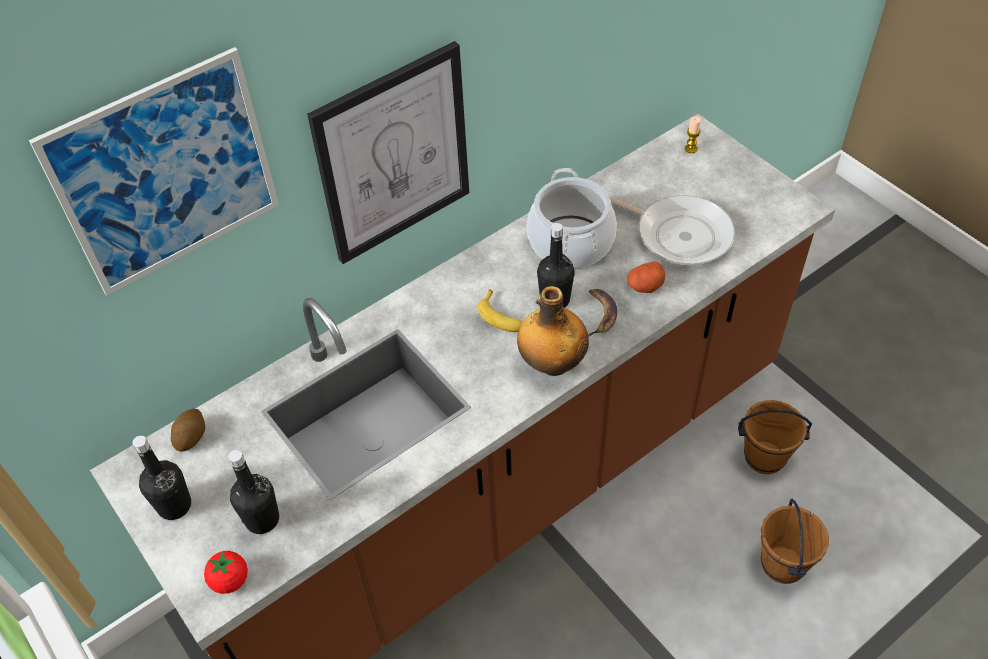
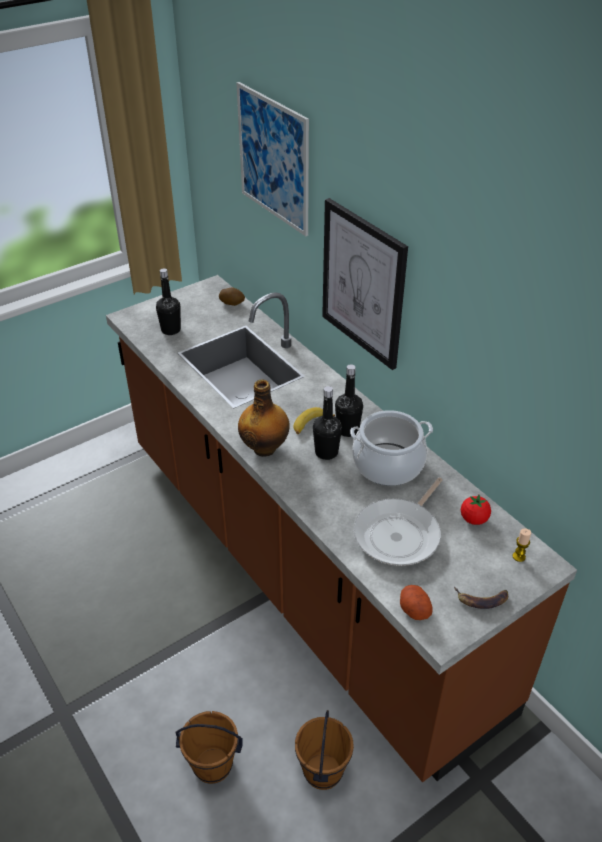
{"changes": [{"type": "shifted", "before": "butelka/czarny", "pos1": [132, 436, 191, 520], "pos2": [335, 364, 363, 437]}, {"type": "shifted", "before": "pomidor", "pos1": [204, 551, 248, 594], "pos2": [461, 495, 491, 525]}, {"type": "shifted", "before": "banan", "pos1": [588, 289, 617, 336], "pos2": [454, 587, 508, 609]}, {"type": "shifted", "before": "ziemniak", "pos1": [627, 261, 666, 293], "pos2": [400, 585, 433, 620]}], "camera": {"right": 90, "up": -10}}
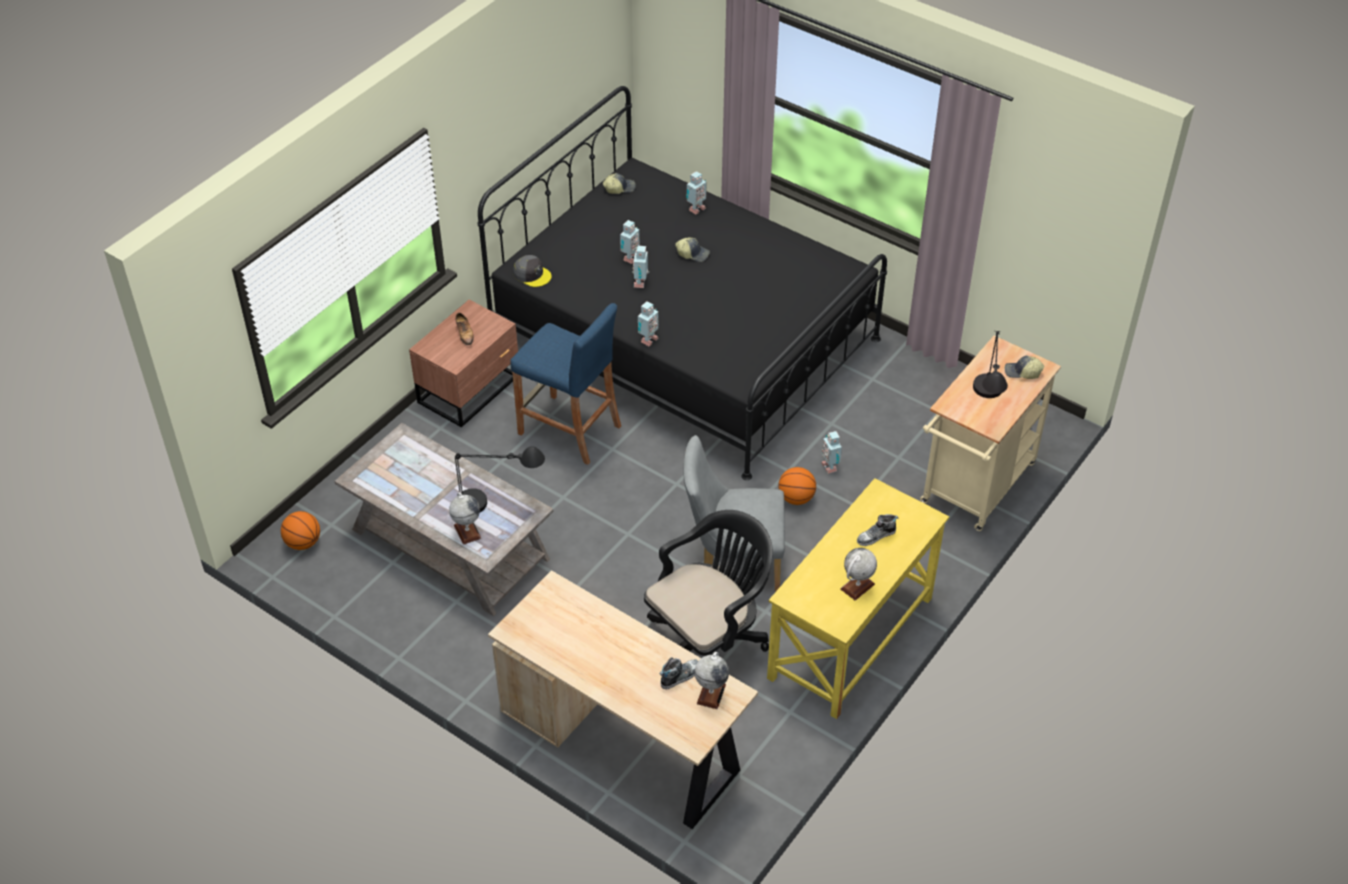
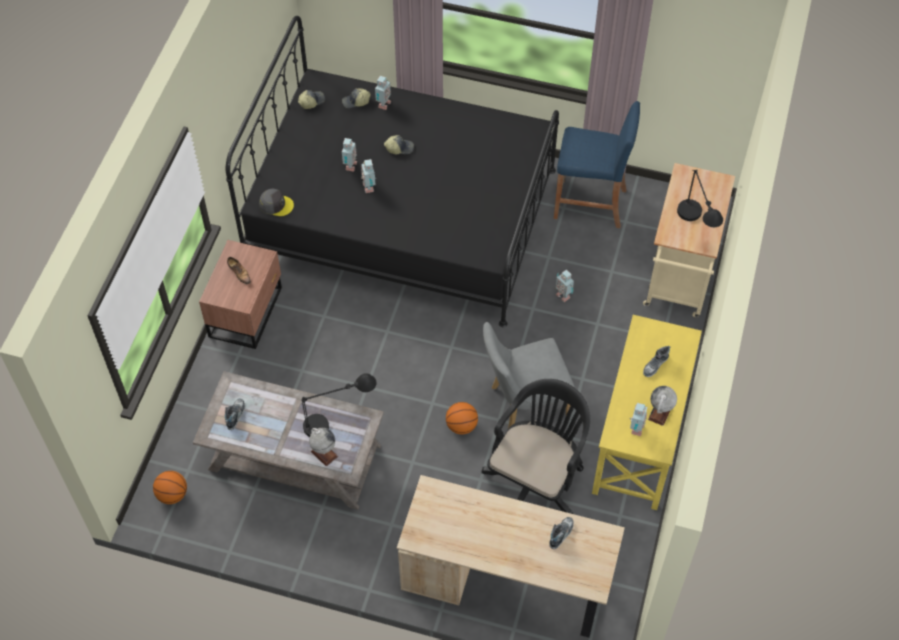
{"changes": [{"type": "shifted", "before": "stołek/niebieski", "pos1": [510, 303, 621, 465], "pos2": [554, 101, 640, 228]}, {"type": "shifted", "before": "robot zabawkowy", "pos1": [638, 301, 659, 346], "pos2": [630, 403, 647, 436]}, {"type": "gone", "before": "globus", "pos1": [695, 652, 729, 709]}, {"type": "shifted", "before": "piłka do koszykówki", "pos1": [778, 467, 816, 505], "pos2": [446, 402, 478, 434]}, {"type": "shifted", "before": "czapka z daszkiem", "pos1": [1005, 355, 1044, 379], "pos2": [342, 88, 371, 108]}, {"type": "new", "after": "but", "pos2": [225, 399, 245, 430]}], "camera": {"right": -20, "up": 10}}
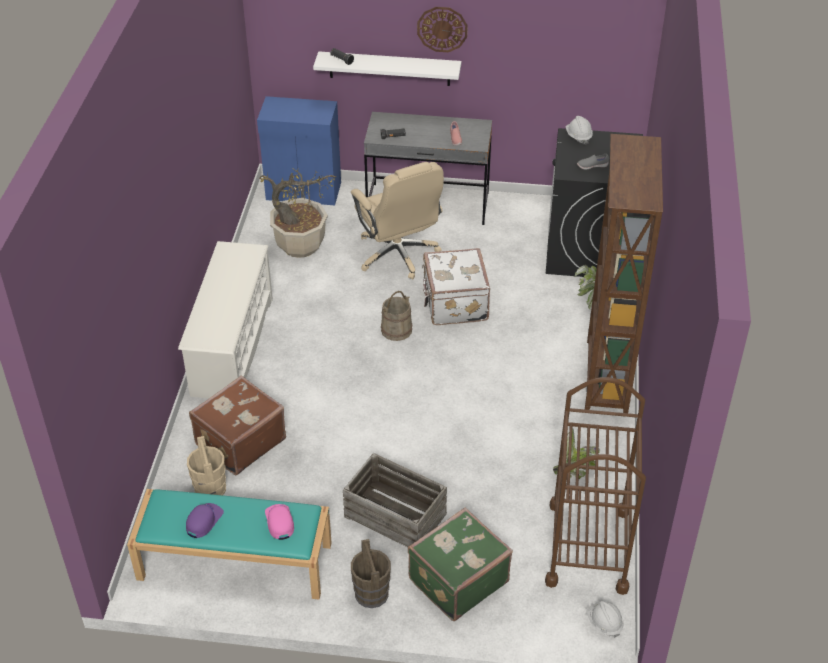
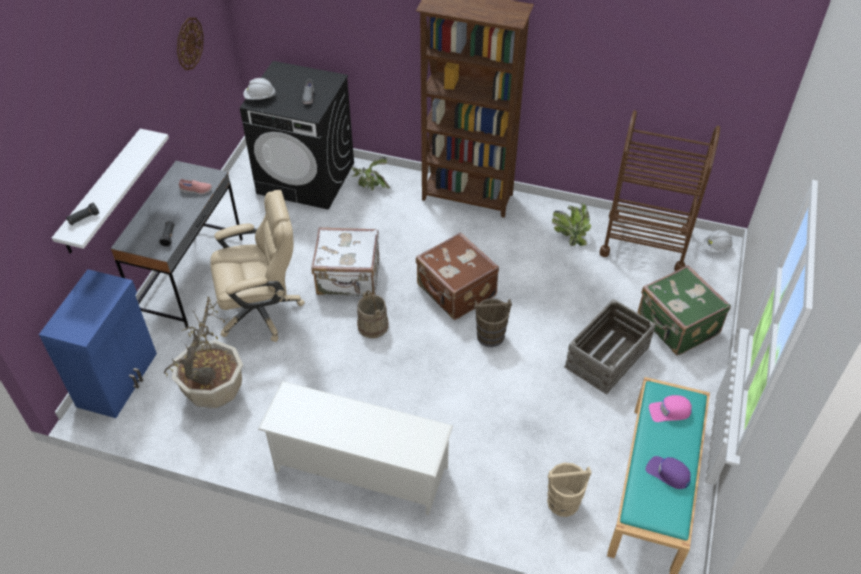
{"changes": [{"type": "shifted", "before": "walizka/brązowy", "pos1": [189, 376, 286, 475], "pos2": [416, 232, 499, 320]}, {"type": "shifted", "before": "wiadro/brązowy", "pos1": [351, 539, 391, 608], "pos2": [474, 298, 512, 347]}, {"type": "shifted", "before": "zegar ścienny", "pos1": [417, 7, 468, 52], "pos2": [177, 17, 204, 70]}], "camera": {"right": -80, "up": 5}}
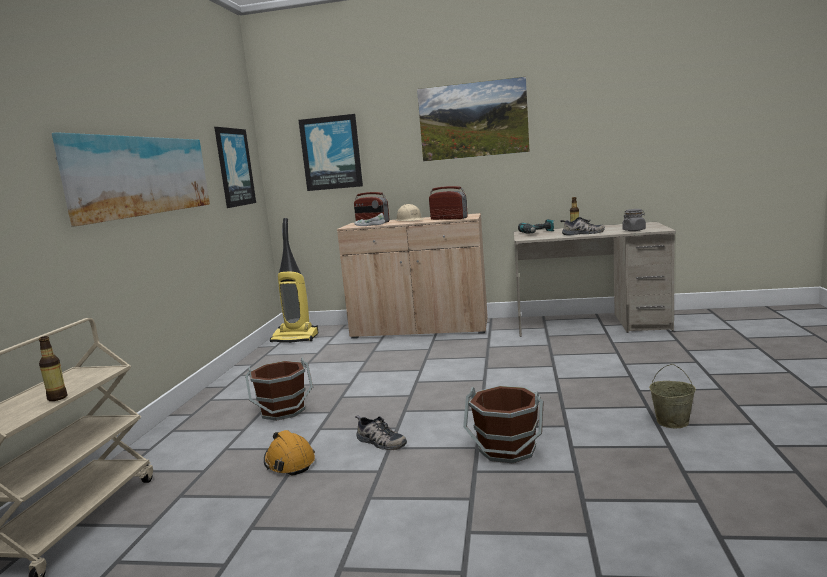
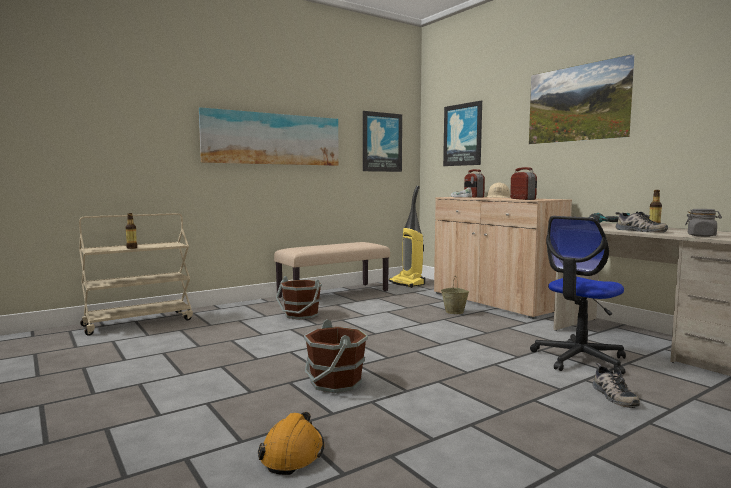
{"changes": [{"type": "shifted", "before": "kask/pomarańczowy", "pos1": [264, 430, 315, 476], "pos2": [258, 412, 324, 475]}, {"type": "shifted", "before": "but", "pos1": [355, 415, 407, 450], "pos2": [593, 363, 640, 408]}, {"type": "shifted", "before": "wiadro/beżowy", "pos1": [649, 364, 696, 428], "pos2": [441, 275, 469, 314]}, {"type": "new", "after": "ławka/beżowy", "pos2": [274, 242, 390, 298]}, {"type": "new", "after": "krzesło biurowe", "pos2": [530, 216, 626, 374]}], "camera": {"right": 45, "up": -5}}
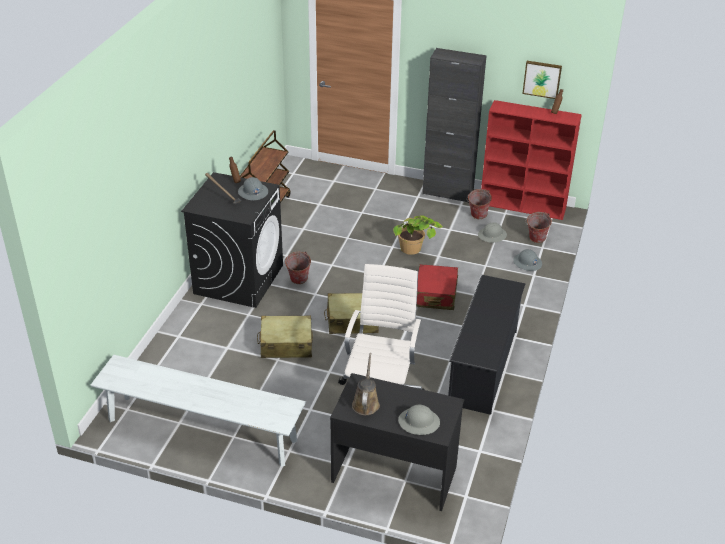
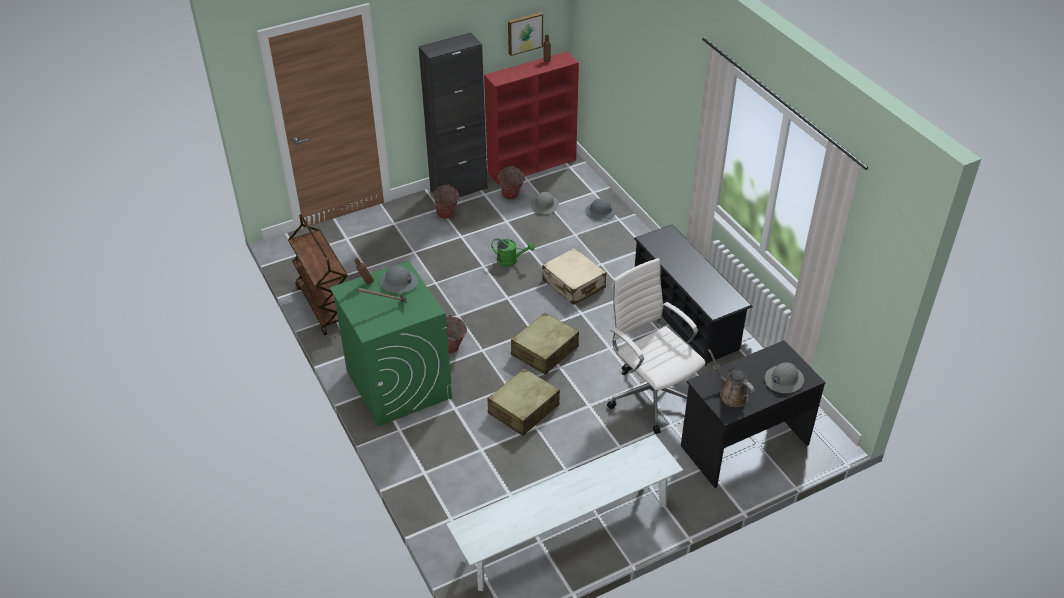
{"changes": [{"type": "repainted", "before": "pralka/czarny", "after": "pralka/zielony", "pos1": [181, 172, 283, 308], "pos2": [330, 261, 452, 426]}, {"type": "swapped", "before": "roślina doniczkowa", "after": "konewka/zielony", "pos1": [393, 215, 443, 255], "pos2": [491, 239, 534, 267]}, {"type": "repainted", "before": "walizka/czerwony", "after": "walizka/beżowy", "pos1": [417, 264, 458, 310], "pos2": [542, 248, 606, 305]}, {"type": "shifted", "before": "wiadro", "pos1": [526, 212, 552, 243], "pos2": [432, 184, 459, 219]}], "camera": {"right": -45, "up": 5}}
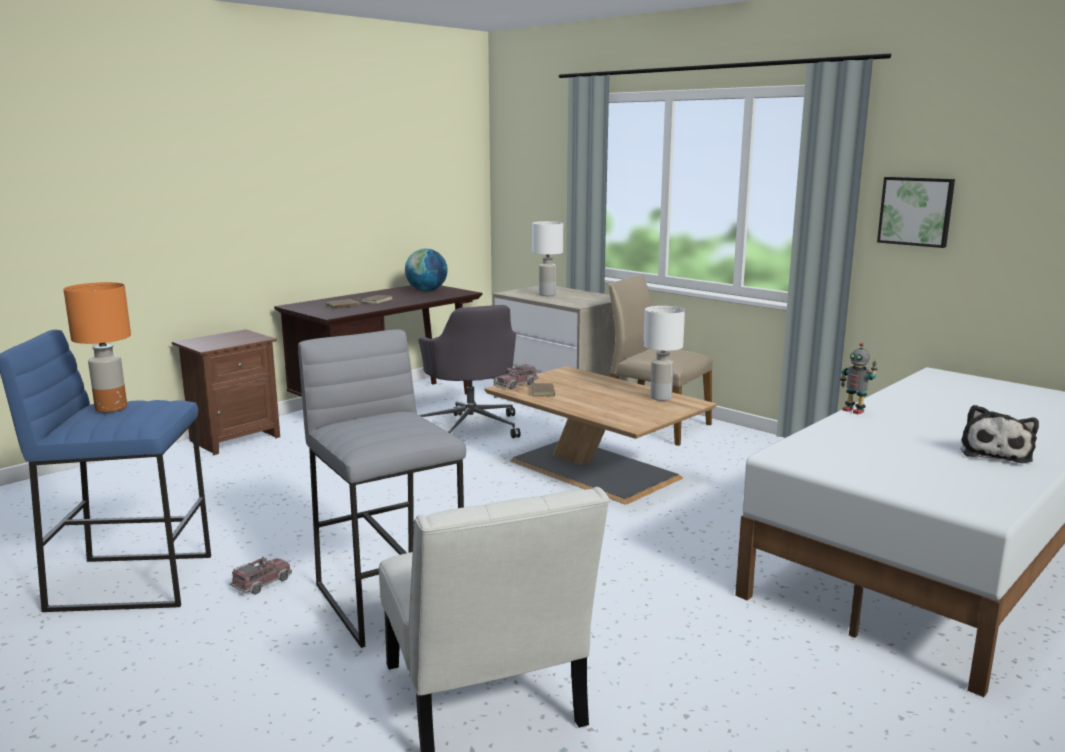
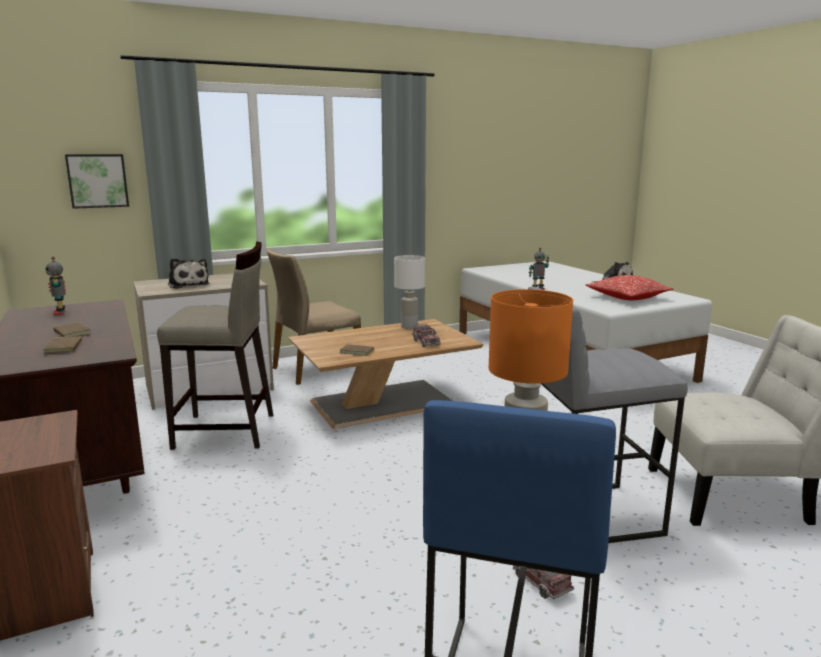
{"changes": [{"type": "swapped", "before": "globus", "after": "robot zabawkowy", "pos1": [405, 249, 448, 291], "pos2": [45, 257, 66, 315]}, {"type": "swapped", "before": "krzesło biurowe/szary", "after": "stołek/beżowy", "pos1": [418, 305, 521, 438], "pos2": [157, 241, 273, 450]}, {"type": "shifted", "before": "ciężarówka zabawkowa", "pos1": [496, 364, 538, 389], "pos2": [412, 324, 441, 347]}, {"type": "swapped", "before": "lampa stołowa/biały", "after": "pluszak", "pos1": [532, 221, 563, 296], "pos2": [168, 258, 209, 289]}, {"type": "shifted", "before": "obraz", "pos1": [877, 177, 955, 248], "pos2": [65, 154, 129, 209]}, {"type": "new", "after": "poduszka", "pos2": [586, 275, 673, 300]}], "camera": {"right": -70, "up": 0}}
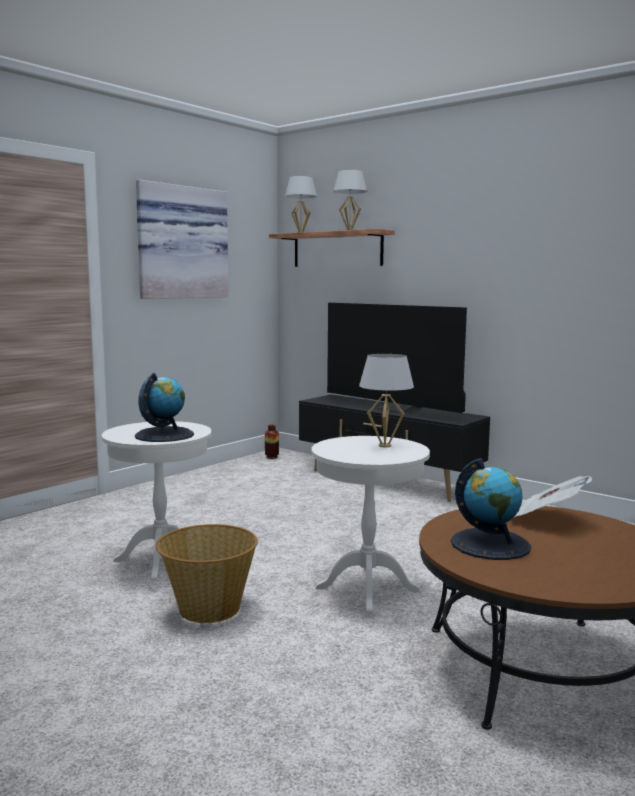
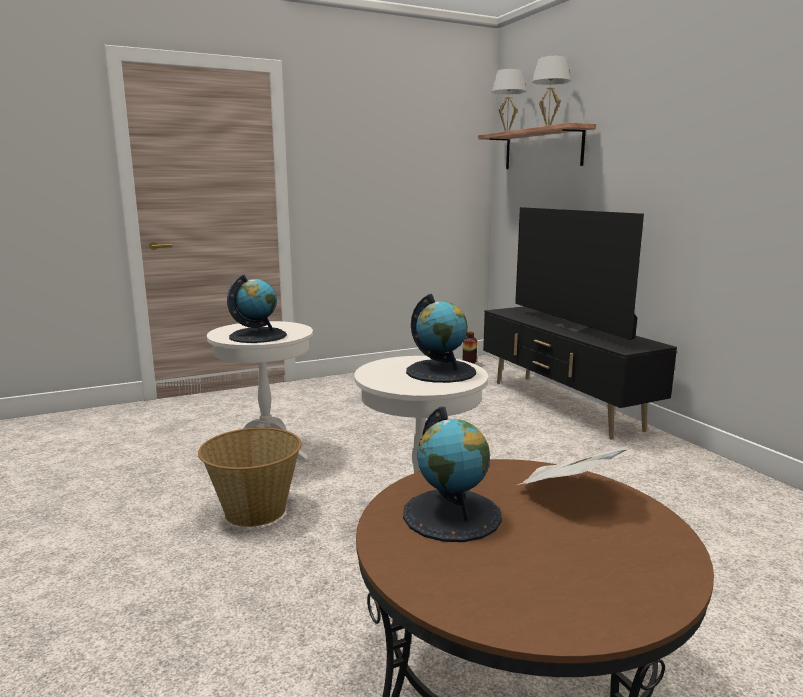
{"changes": [{"type": "gone", "before": "obraz", "pos1": [136, 180, 229, 299]}, {"type": "swapped", "before": "lampa stołowa/biały", "after": "globus", "pos1": [359, 354, 414, 447], "pos2": [406, 294, 476, 383]}], "camera": {"right": 25, "up": 5}}
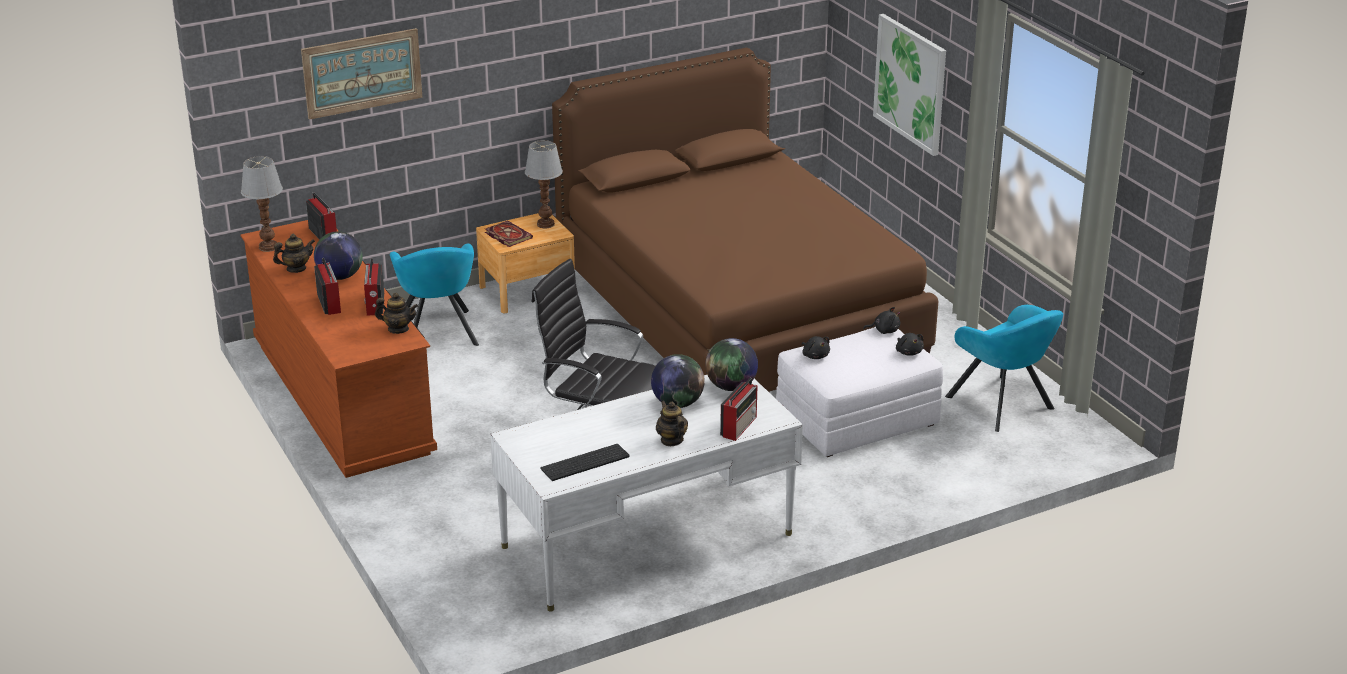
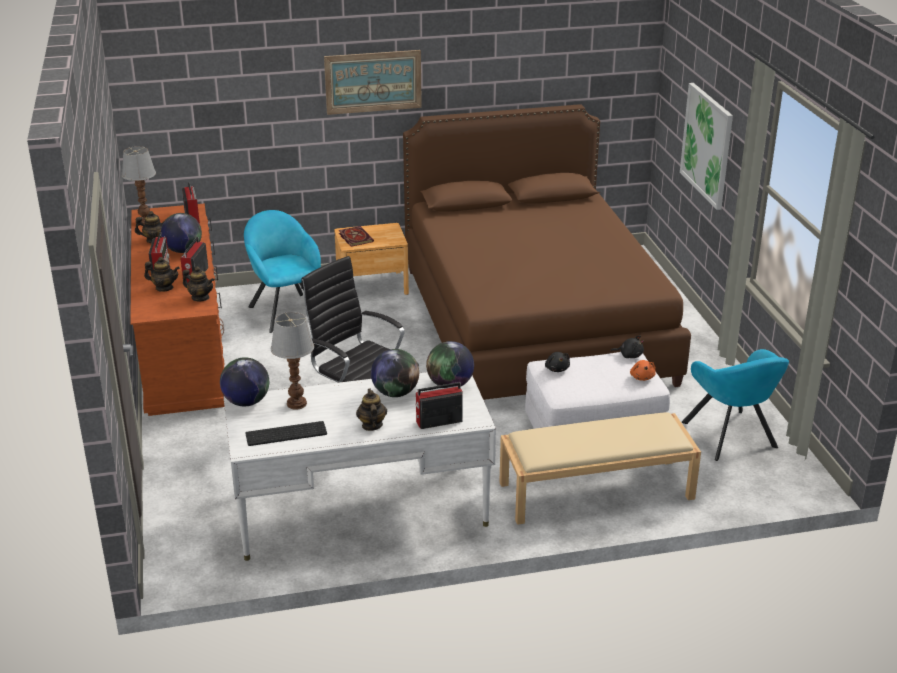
{"changes": [{"type": "shifted", "before": "obraz", "pos1": [301, 28, 422, 120], "pos2": [324, 50, 422, 115]}, {"type": "rotated", "before": "fotel/turkusowy", "pos1": [390, 244, 479, 346], "pos2": [244, 210, 321, 333], "turn": 150}, {"type": "shifted", "before": "lampa stołowa", "pos1": [525, 140, 563, 229], "pos2": [271, 312, 314, 410]}, {"type": "rotated", "before": "radio", "pos1": [720, 378, 757, 441], "pos2": [415, 382, 463, 429], "turn": -150}, {"type": "repainted", "before": "pluszak/czarny", "after": "pluszak/pomarańczowy", "pos1": [896, 333, 924, 356], "pos2": [630, 360, 656, 381]}, {"type": "new", "after": "imbryk", "pos2": [144, 257, 180, 292]}, {"type": "new", "after": "globus", "pos2": [220, 357, 269, 406]}, {"type": "new", "after": "ławka/beżowy", "pos2": [499, 412, 701, 525]}], "camera": {"right": 15, "up": 0}}
